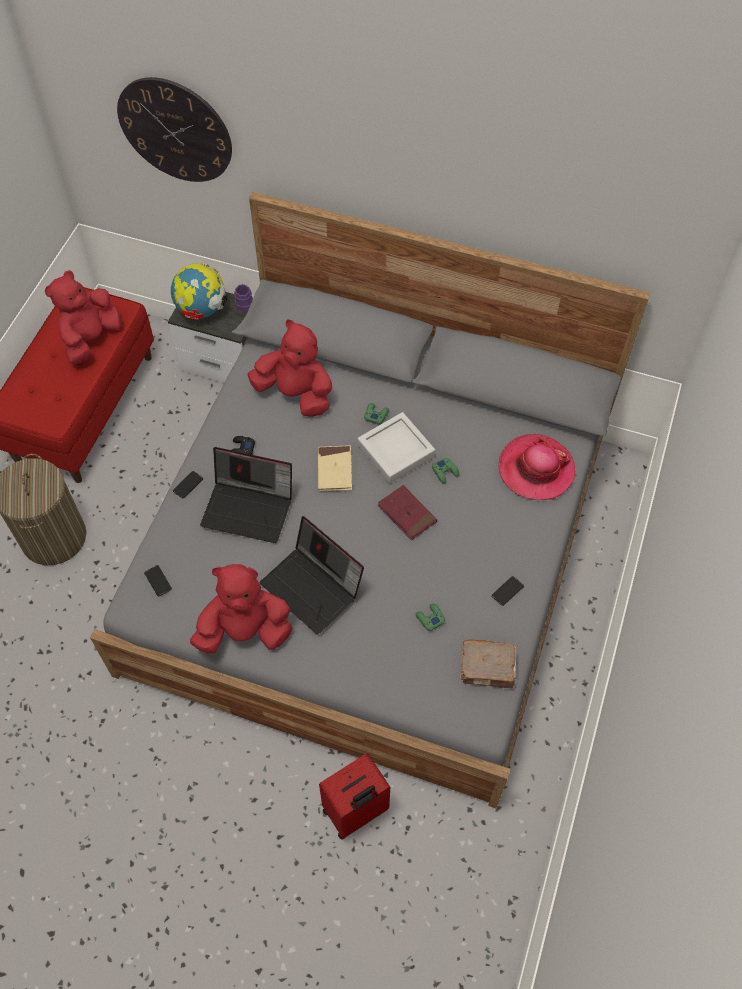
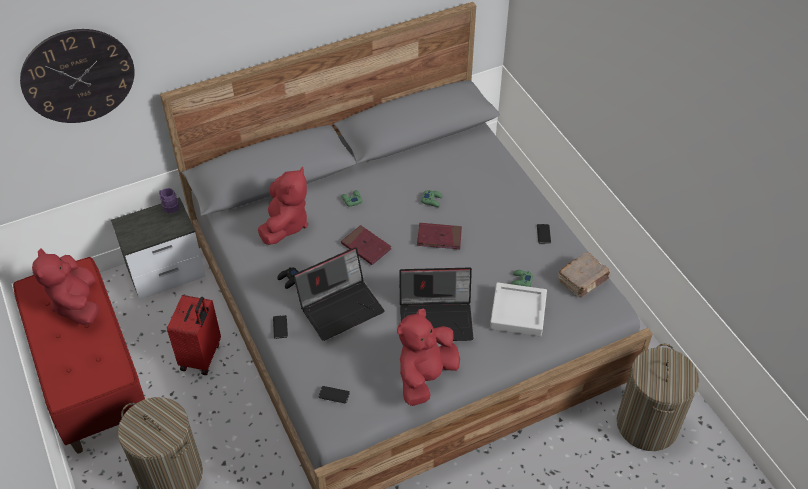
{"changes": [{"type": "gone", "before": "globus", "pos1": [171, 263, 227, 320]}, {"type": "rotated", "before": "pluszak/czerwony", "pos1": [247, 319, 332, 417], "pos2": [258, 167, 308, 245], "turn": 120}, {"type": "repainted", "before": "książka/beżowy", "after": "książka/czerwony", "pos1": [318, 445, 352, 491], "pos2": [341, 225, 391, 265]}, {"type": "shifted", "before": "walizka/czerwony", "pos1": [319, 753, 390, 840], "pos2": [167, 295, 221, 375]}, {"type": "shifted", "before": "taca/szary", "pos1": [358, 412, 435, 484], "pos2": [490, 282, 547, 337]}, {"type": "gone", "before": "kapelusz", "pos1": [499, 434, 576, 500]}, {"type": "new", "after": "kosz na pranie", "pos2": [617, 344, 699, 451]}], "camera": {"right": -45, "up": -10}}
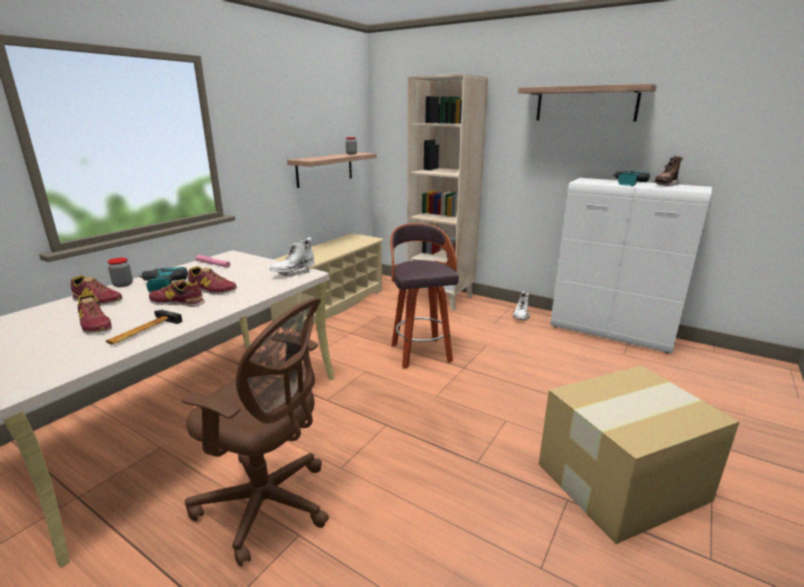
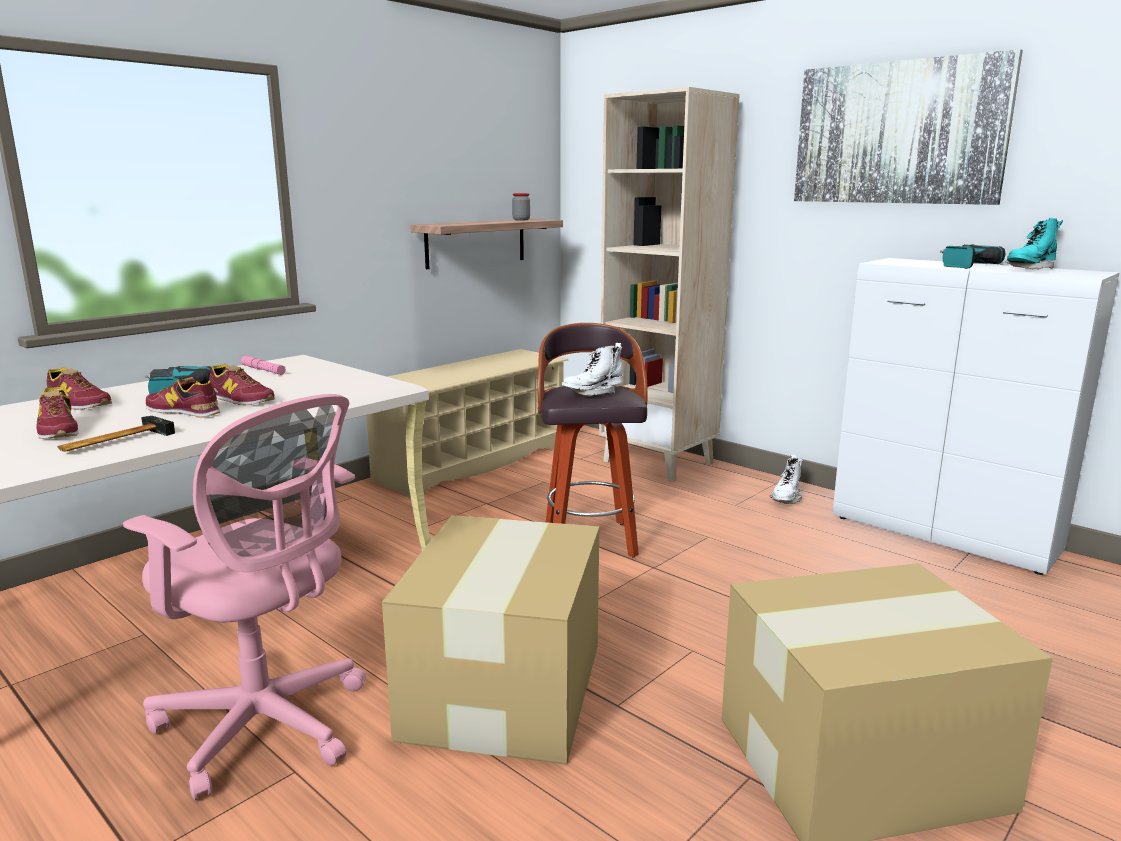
{"changes": [{"type": "gone", "before": "słoik", "pos1": [107, 258, 133, 287]}, {"type": "repainted", "before": "krzesło biurowe/brązowy", "after": "krzesło biurowe/różowy", "pos1": [182, 298, 329, 567], "pos2": [123, 394, 366, 800]}, {"type": "shifted", "before": "but z cholewką/biały", "pos1": [269, 237, 315, 276], "pos2": [562, 343, 623, 396]}, {"type": "swapped", "before": "półka", "after": "obraz", "pos1": [518, 84, 657, 121], "pos2": [794, 49, 1023, 205]}, {"type": "repainted", "before": "but z cholewką/brązowy", "after": "but z cholewką/turkusowy", "pos1": [653, 156, 683, 186], "pos2": [1006, 218, 1063, 270]}, {"type": "new", "after": "karton", "pos2": [382, 515, 599, 765]}], "camera": {"right": 10, "up": -5}}
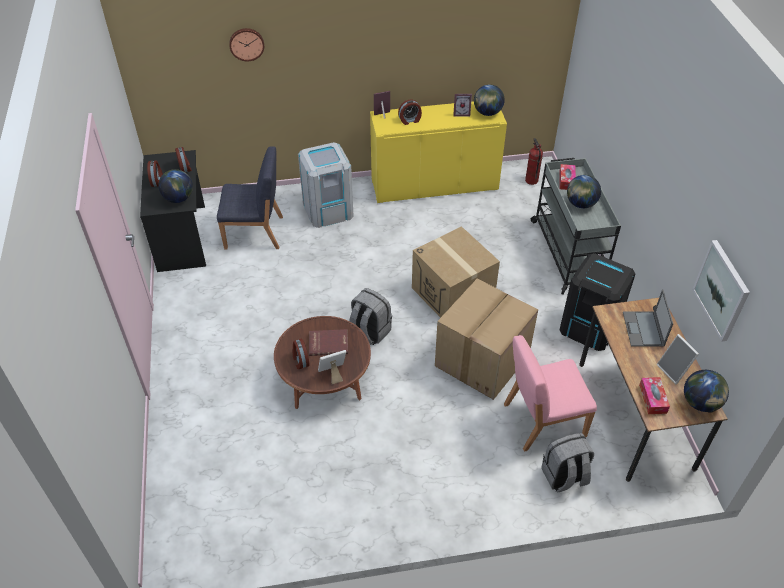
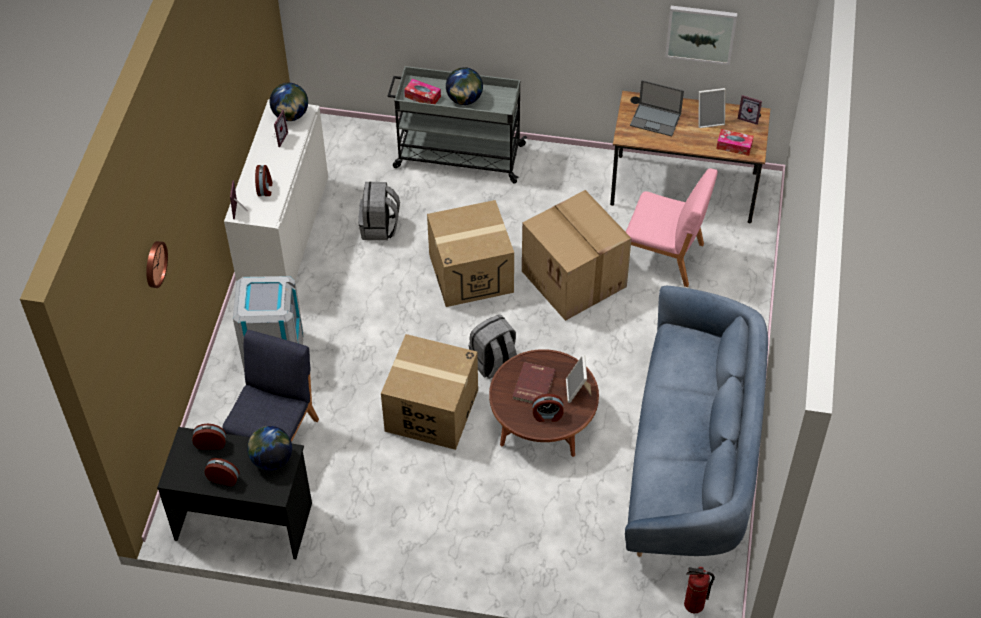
{"changes": [{"type": "repainted", "before": "szafka/żółty", "after": "szafka/biały", "pos1": [370, 101, 507, 203], "pos2": [224, 99, 328, 282]}, {"type": "rotated", "before": "krzesło/różowy", "pos1": [504, 335, 597, 452], "pos2": [626, 168, 718, 287], "turn": -75}, {"type": "shifted", "before": "gaśnica", "pos1": [525, 138, 543, 185], "pos2": [684, 567, 715, 613]}, {"type": "shifted", "before": "plecak/szary", "pos1": [541, 433, 594, 492], "pos2": [358, 182, 400, 240]}, {"type": "gone", "before": "kosz na śmieci/czarny", "pos1": [560, 253, 635, 351]}, {"type": "swapped", "before": "globus", "after": "ramka na zdjęcie", "pos1": [684, 370, 729, 412], "pos2": [738, 95, 762, 125]}, {"type": "new", "after": "karton", "pos2": [381, 334, 478, 450]}, {"type": "new", "after": "kanapa/niebieski", "pos2": [625, 286, 768, 557]}], "camera": {"right": -70, "up": 5}}
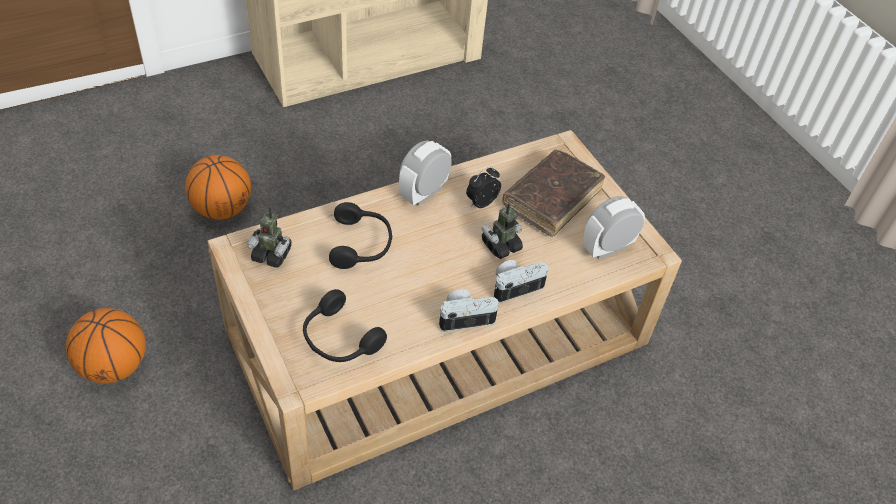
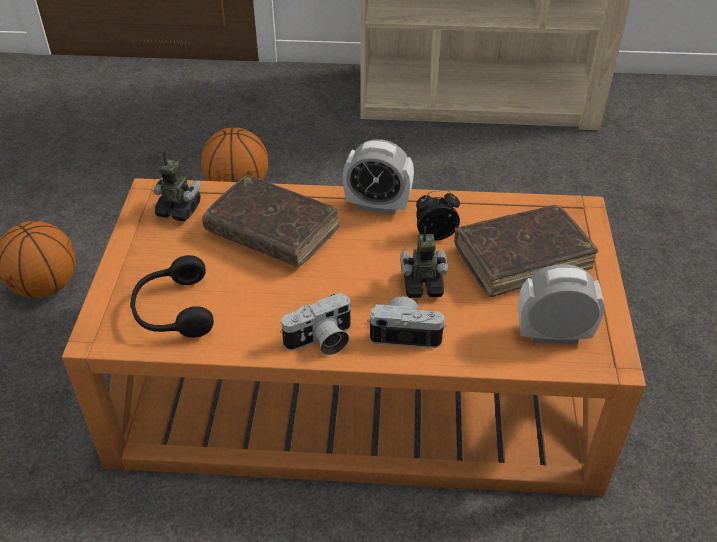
{"changes": [{"type": "repainted", "before": "ława/beżowy", "after": "ława/pomarańczowy", "pos1": [208, 130, 682, 490], "pos2": [62, 178, 646, 496]}, {"type": "rotated", "before": "robot zabawkowy", "pos1": [247, 207, 292, 268], "pos2": [154, 151, 201, 222], "turn": 150}, {"type": "swapped", "before": "słuchawki/czarny", "after": "książka/brązowy", "pos1": [329, 202, 392, 269], "pos2": [202, 175, 339, 267]}, {"type": "rotated", "before": "budzik", "pos1": [399, 141, 452, 206], "pos2": [343, 139, 414, 215], "turn": -150}, {"type": "rotated", "before": "aparat fotograficzny", "pos1": [438, 289, 500, 332], "pos2": [280, 293, 352, 355], "turn": 135}], "camera": {"right": 35, "up": -5}}
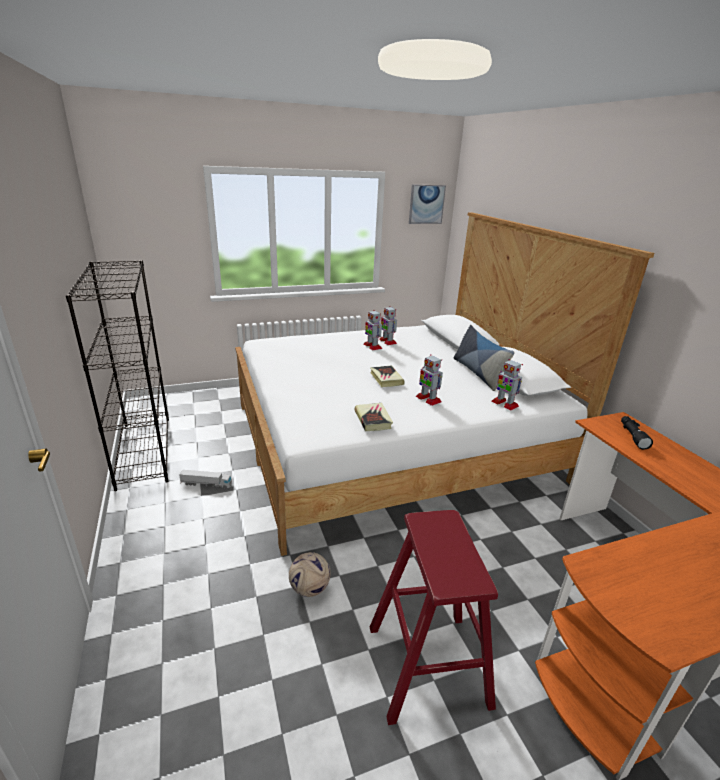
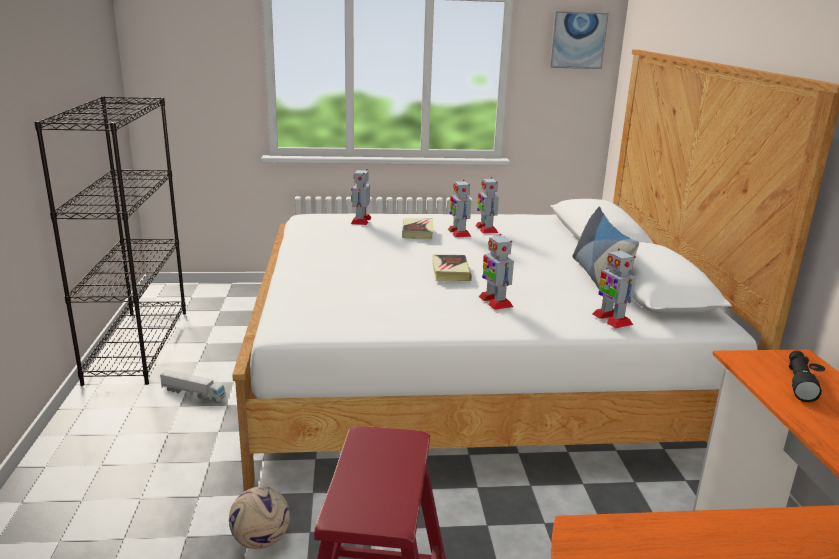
{"changes": [{"type": "shifted", "before": "książka", "pos1": [355, 403, 393, 431], "pos2": [402, 218, 433, 239]}, {"type": "new", "after": "robot zabawkowy", "pos2": [351, 169, 371, 225]}], "camera": {"right": 15, "up": -5}}
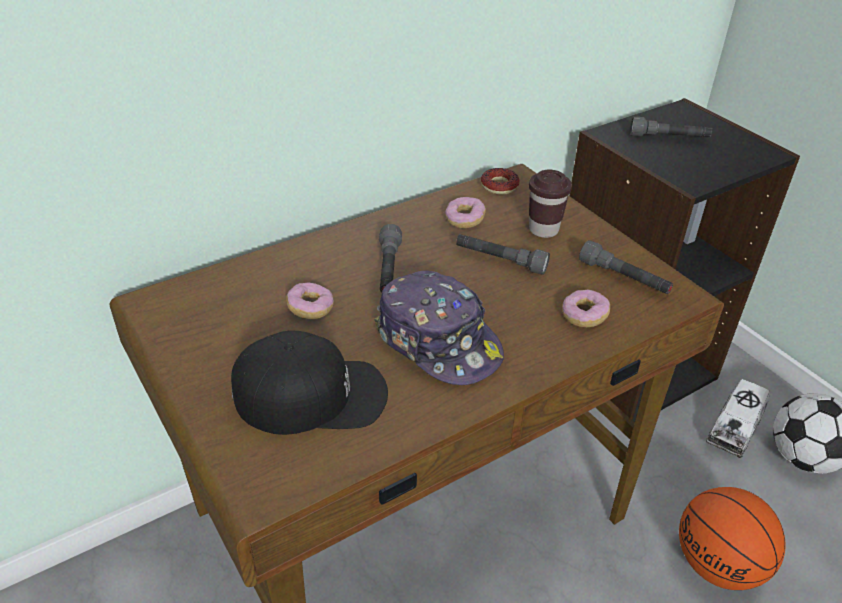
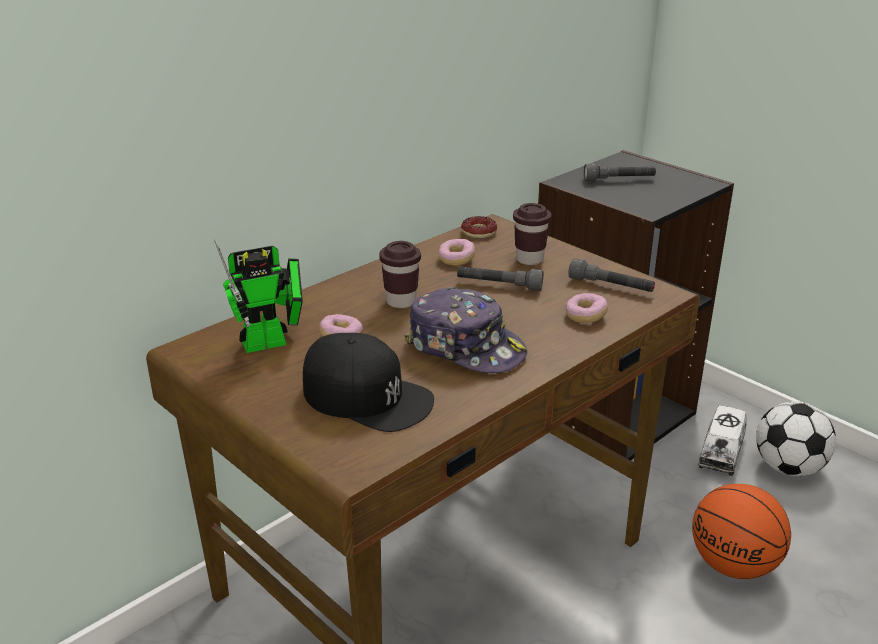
{"changes": [{"type": "rotated", "before": "czapka z daszkiem/czarny", "pos1": [231, 330, 388, 435], "pos2": [303, 333, 434, 432], "turn": 45}, {"type": "swapped", "before": "latarka/szary", "after": "filiżanka/brązowy", "pos1": [379, 224, 402, 293], "pos2": [379, 241, 421, 308]}, {"type": "new", "after": "robot zabawkowy", "pos2": [214, 239, 303, 353]}], "camera": {"right": -10, "up": -10}}
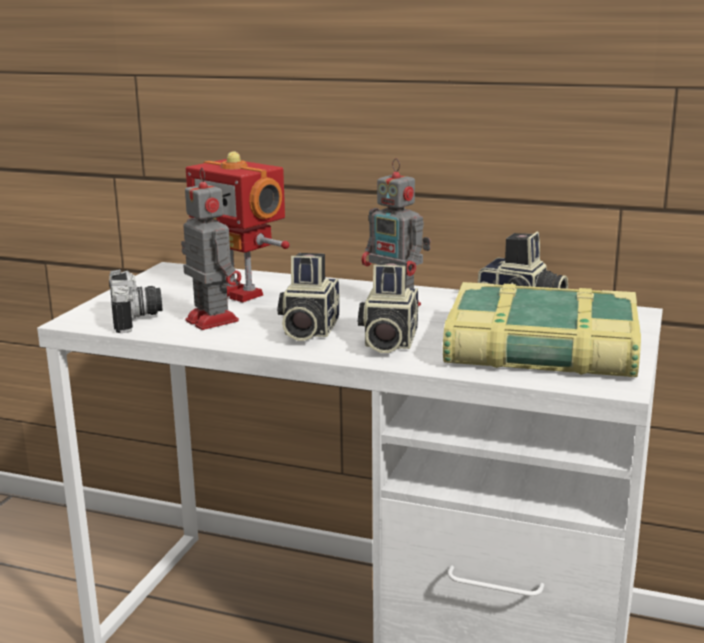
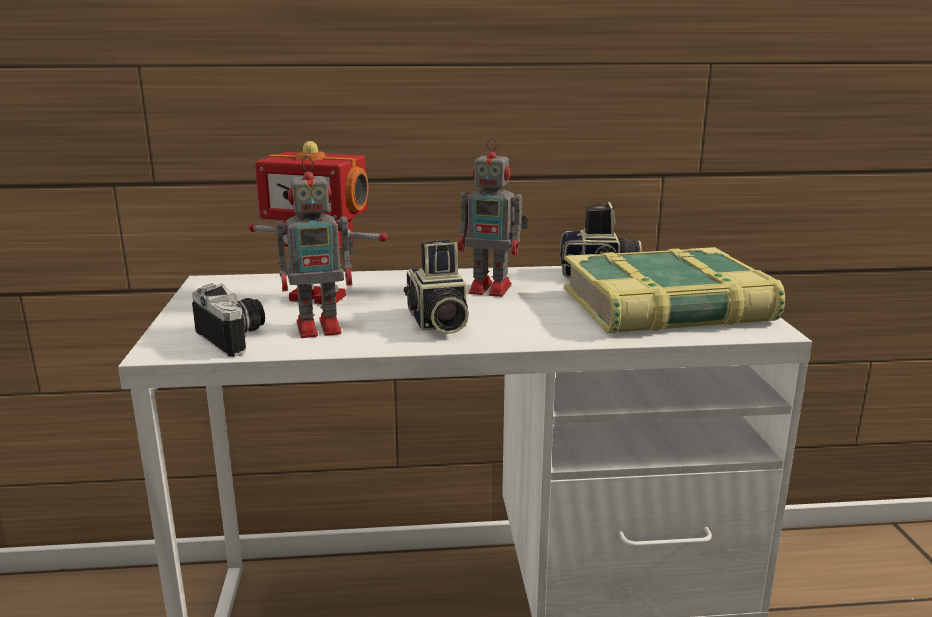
{"changes": [{"type": "rotated", "before": "robot zabawkowy", "pos1": [181, 168, 241, 330], "pos2": [276, 156, 354, 338], "turn": 135}, {"type": "gone", "before": "aparat fotograficzny", "pos1": [358, 262, 418, 353]}], "camera": {"right": -25, "up": 0}}
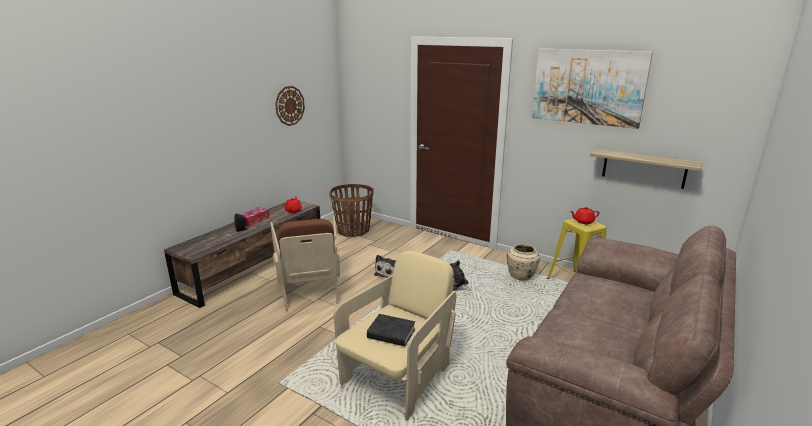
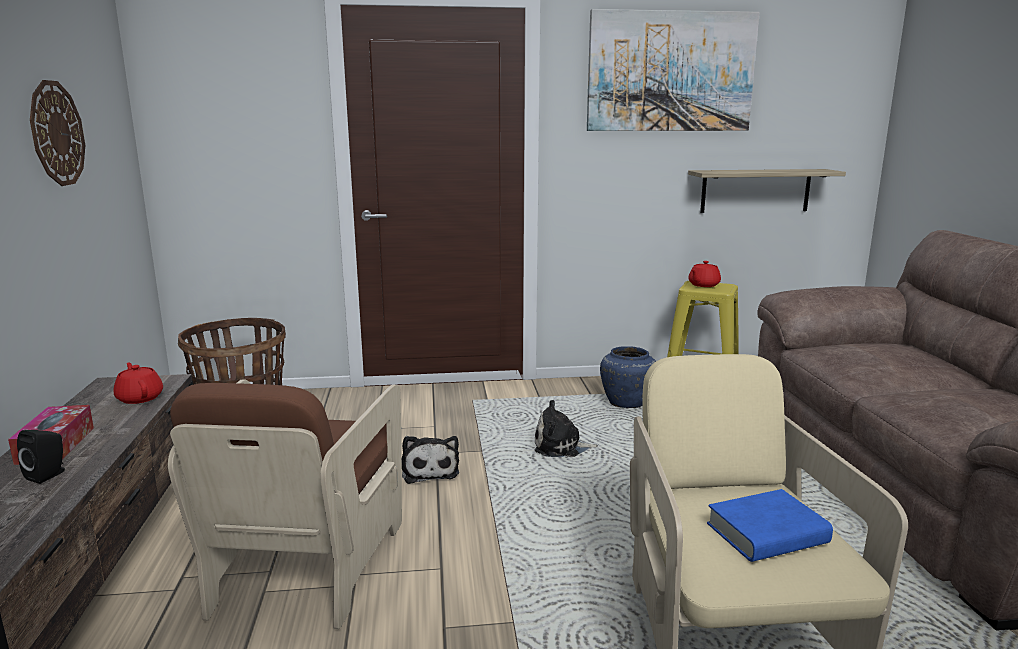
{"changes": [{"type": "rotated", "before": "fotel/brązowy", "pos1": [270, 216, 340, 311], "pos2": [168, 380, 402, 629], "turn": 60}, {"type": "repainted", "before": "książka/czarny", "after": "książka/niebieski", "pos1": [367, 314, 415, 346], "pos2": [707, 489, 833, 562]}, {"type": "repainted", "before": "wazon/beżowy", "after": "wazon/niebieski", "pos1": [506, 244, 540, 281], "pos2": [600, 346, 656, 408]}], "camera": {"right": -40, "up": -5}}
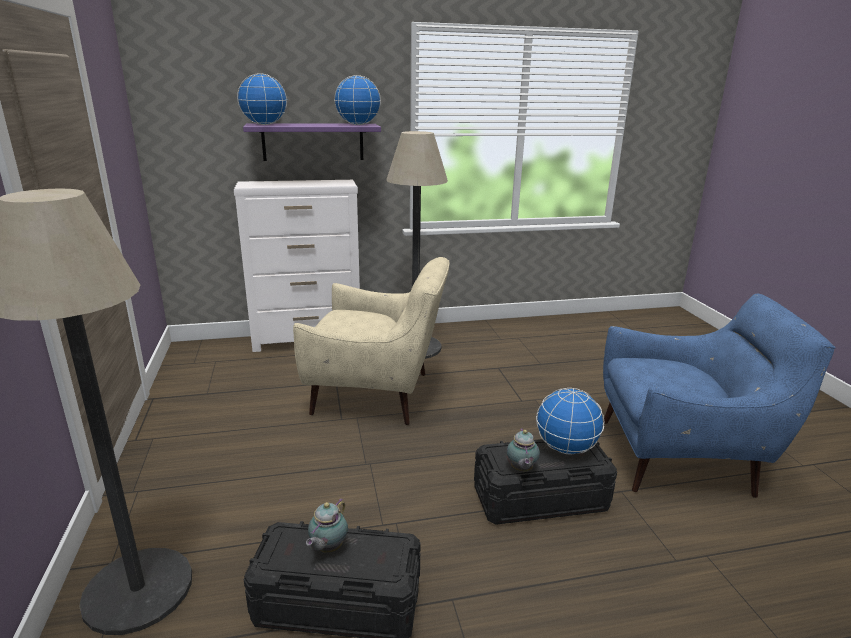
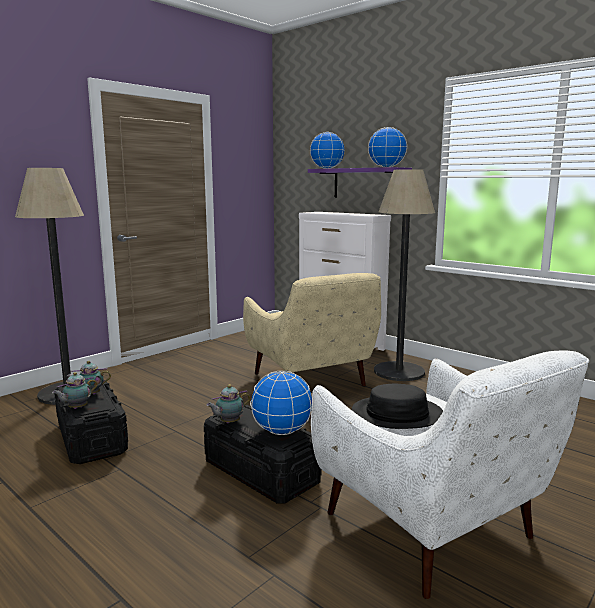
{"changes": [{"type": "repainted", "before": "fotel/niebieski", "after": "fotel/biały", "pos1": [603, 294, 836, 498], "pos2": [311, 350, 589, 599]}, {"type": "new", "after": "imbryk", "pos2": [52, 372, 98, 409]}, {"type": "new", "after": "kapelusz/czarny", "pos2": [351, 384, 443, 429]}], "camera": {"right": 55, "up": -10}}
